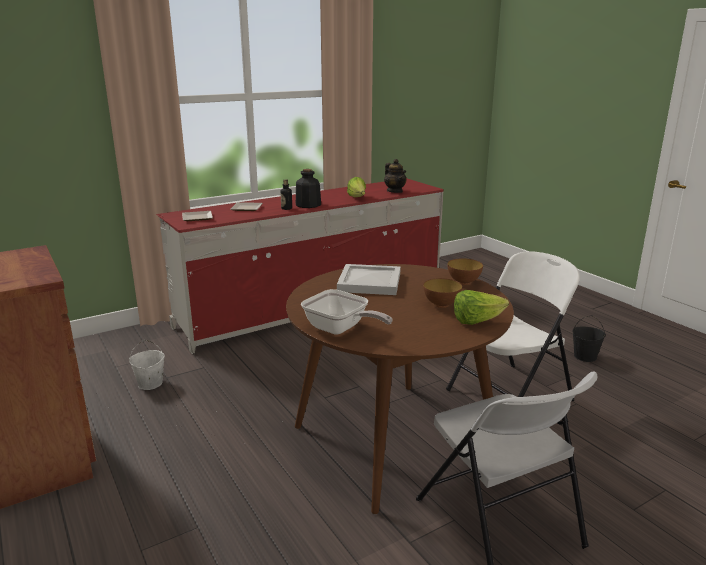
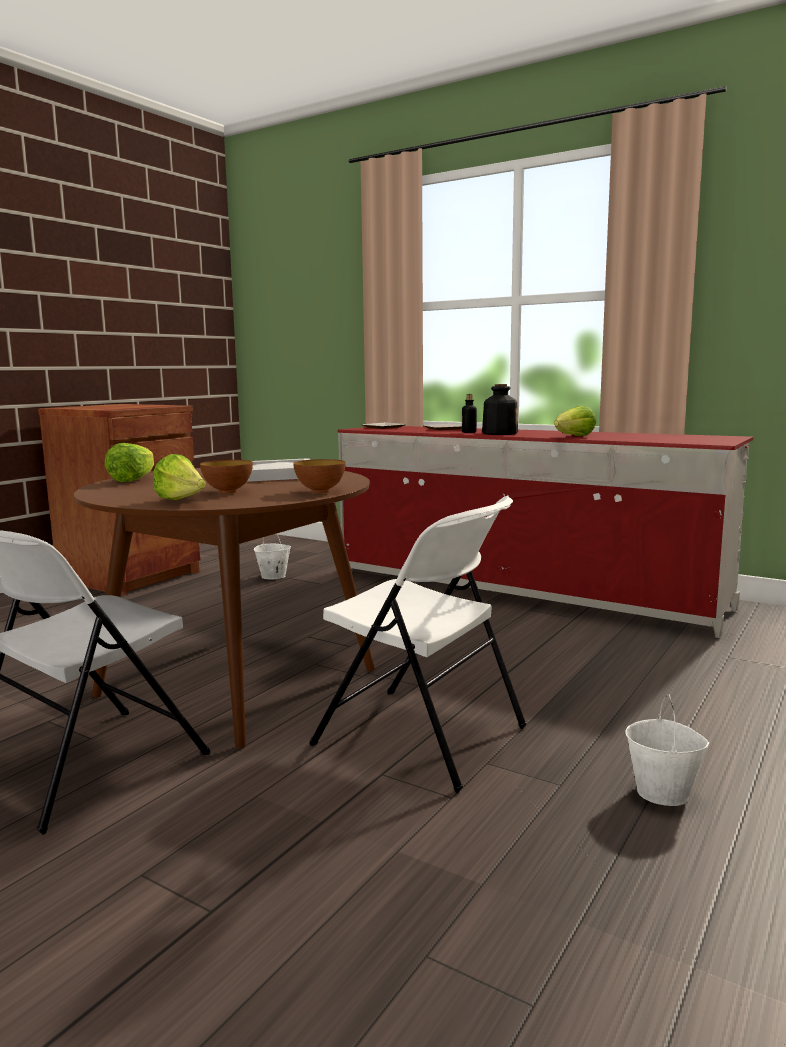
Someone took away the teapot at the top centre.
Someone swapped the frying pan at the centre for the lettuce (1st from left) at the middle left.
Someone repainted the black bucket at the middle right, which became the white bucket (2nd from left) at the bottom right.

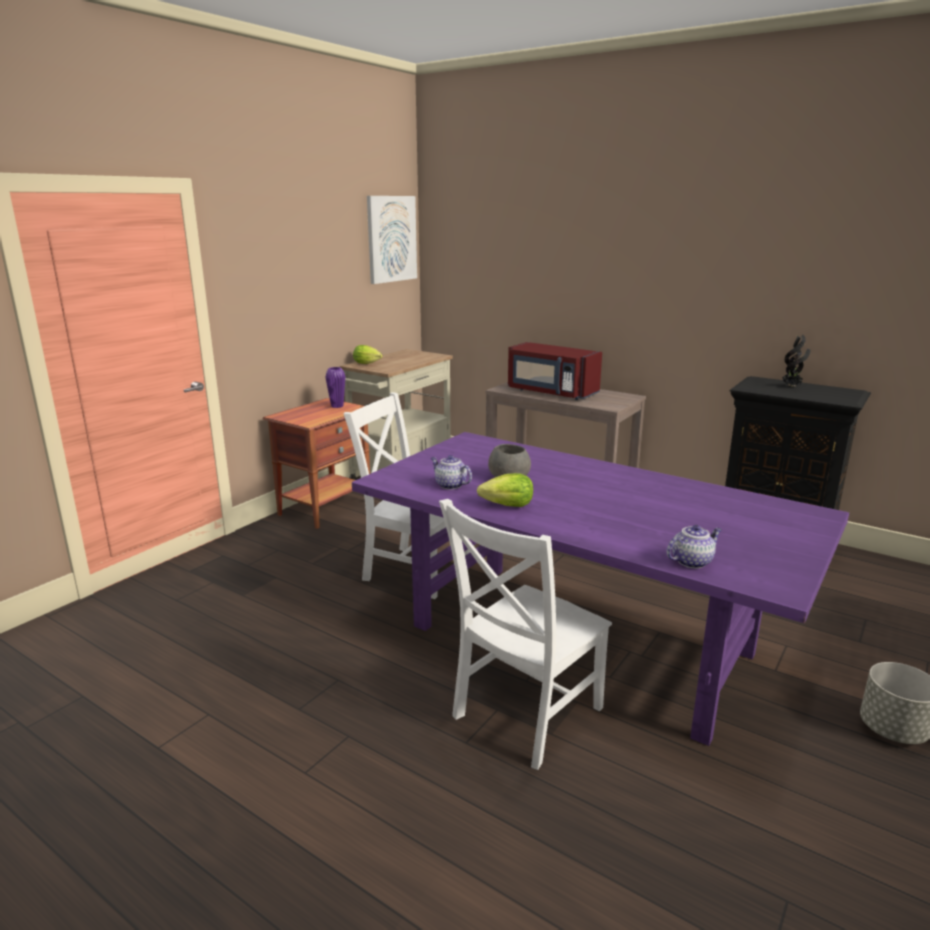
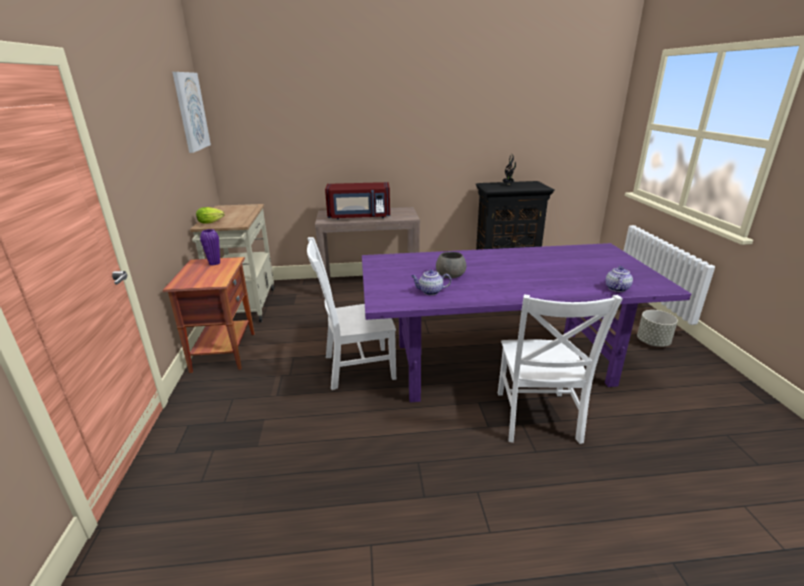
Someone took away the lettuce (2nd from left) at the centre.

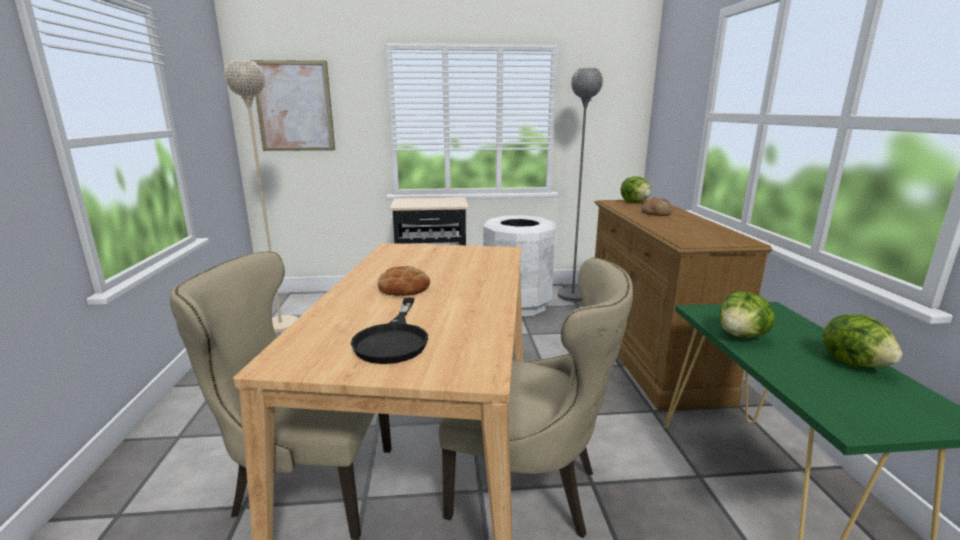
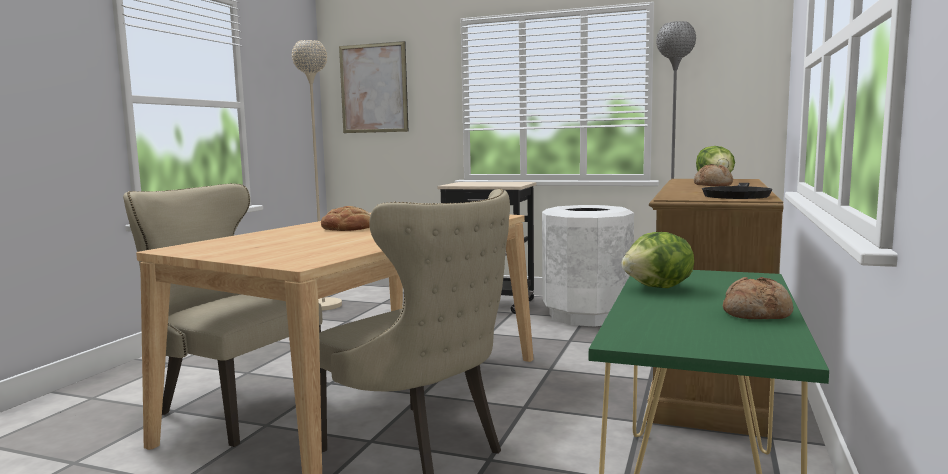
Someone carried the black frying pan from the centre to the middle right.
Someone swapped the lettuce (3rd from left) at the middle right for the bread (3rd from left) at the middle right.

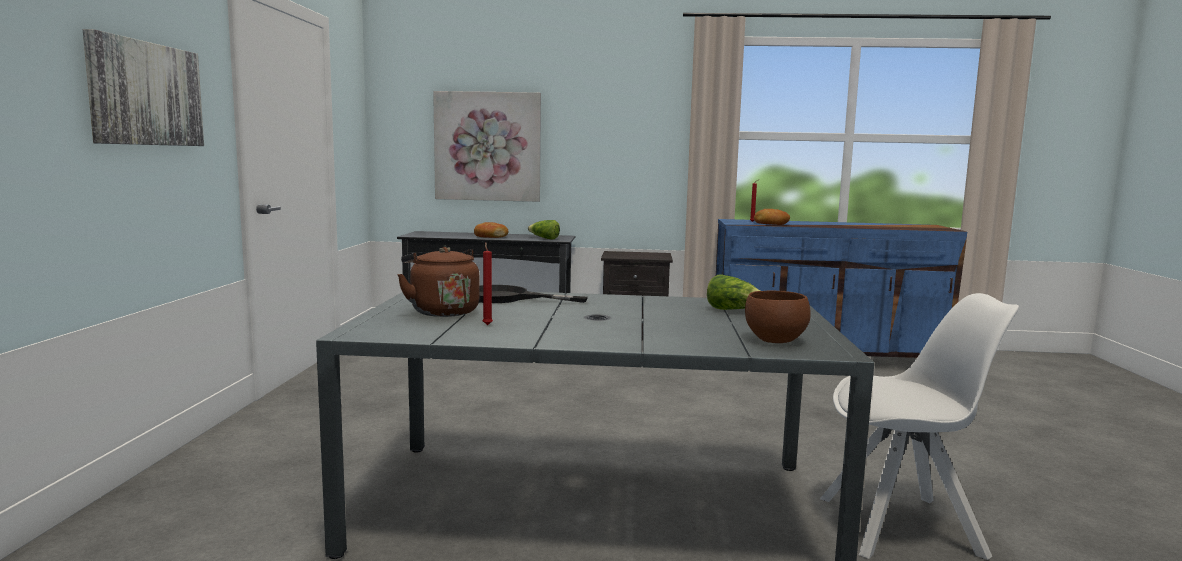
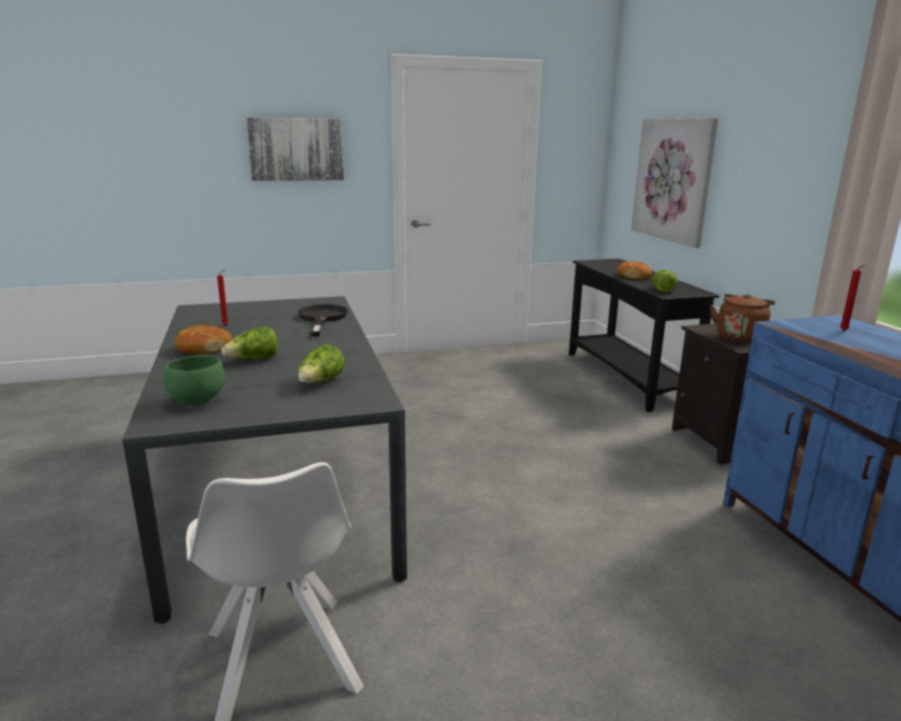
Someone put down the lettuce (1st from left) at the middle left.
Someone carried the brown kettle from the centre to the middle right.
Someone carried the bread (2nd from left in the first image) from the centre to the middle left.
Someone repainted the brown bowl at the centre, which became the green bowl at the middle left.

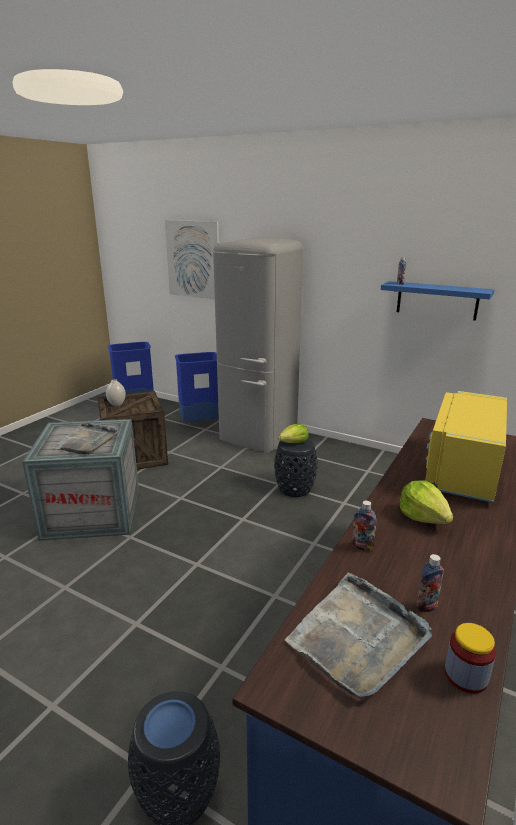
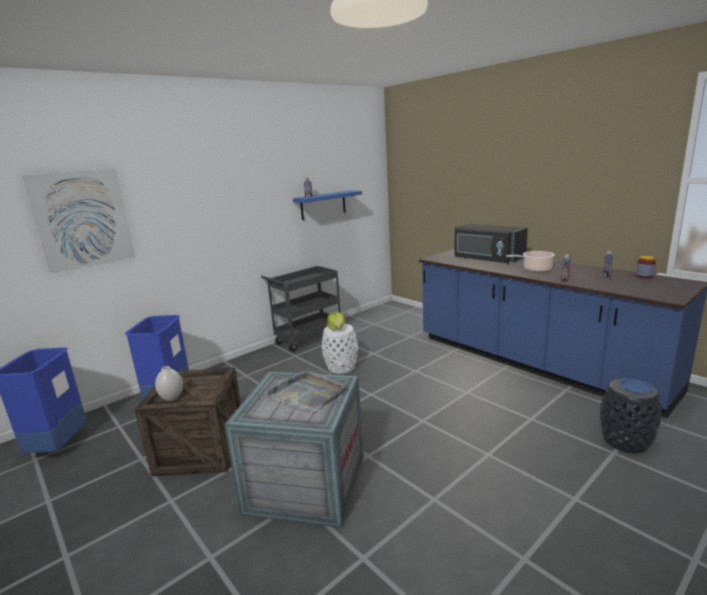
Someone took away the grey fridge at the centre.
Someone took away the grey tray (2nd from left) at the bottom right.
Someone put down the grey cart at the centre.
Someone swapped the lettuce (2nd from left) at the middle right for the cooking pot at the middle right.
Someone repainted the black stool (2nd from left) at the centre, which became the white stool at the centre.
Someone repainted the yellow microwave at the middle right, which became the black microwave at the middle right.

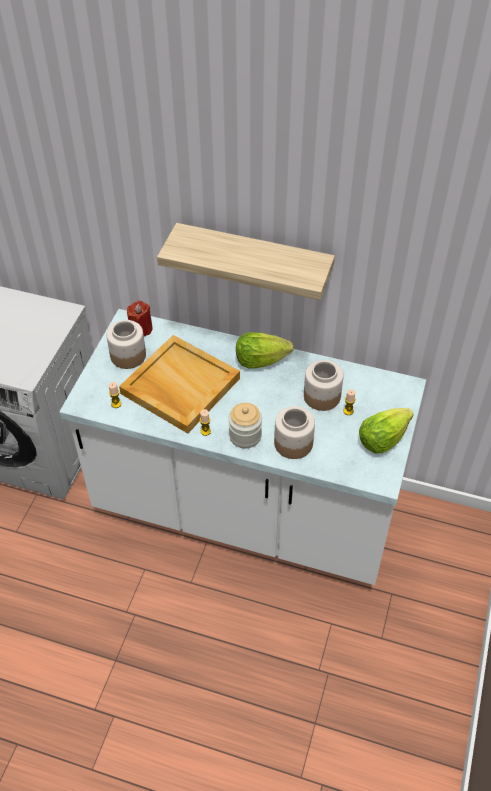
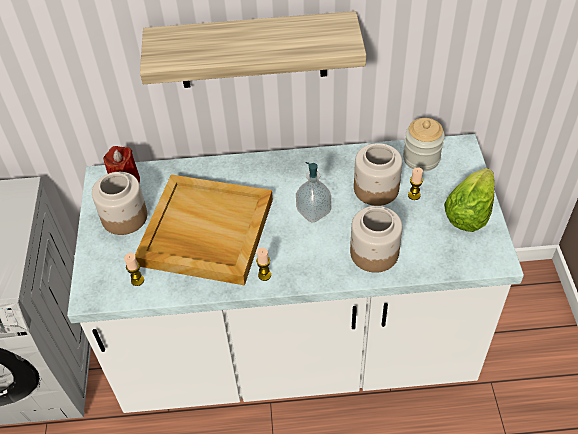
Someone took away the lettuce (1st from left) at the centre.
Someone put down the soap dispenser at the centre.
Someone carried the jar (2nd from left in the first image) from the centre to the top right.

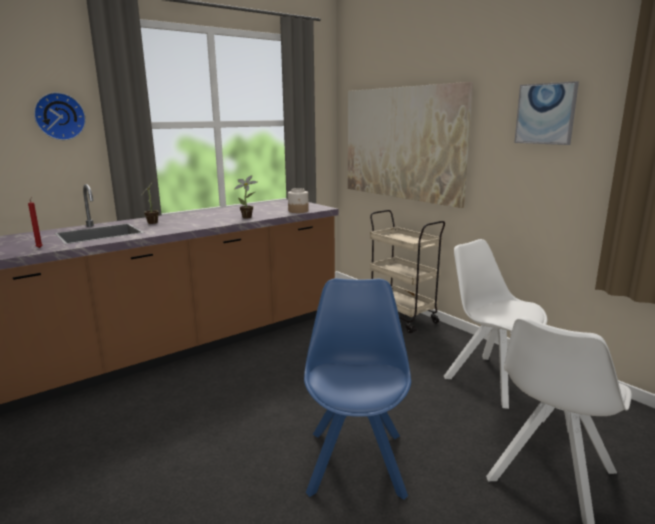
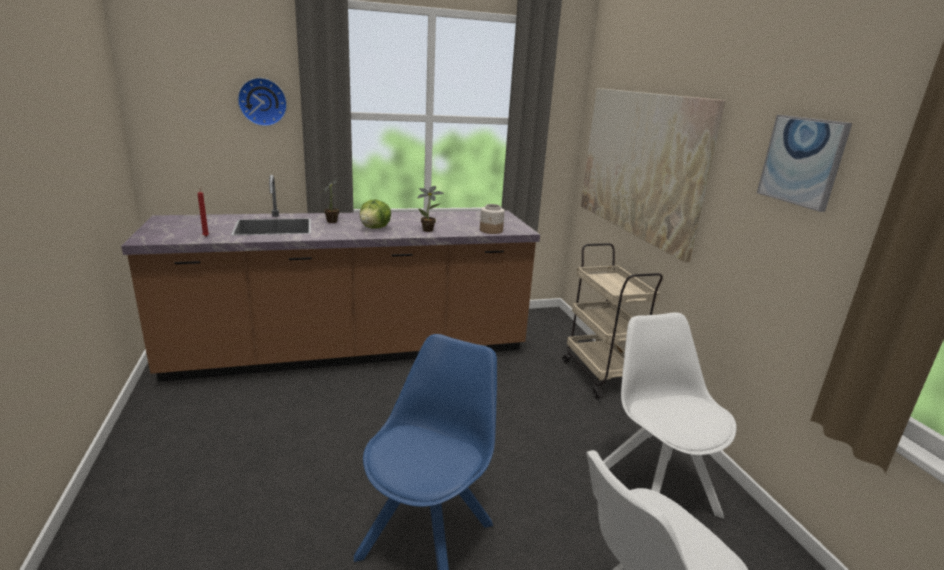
Someone put down the lettuce at the centre.

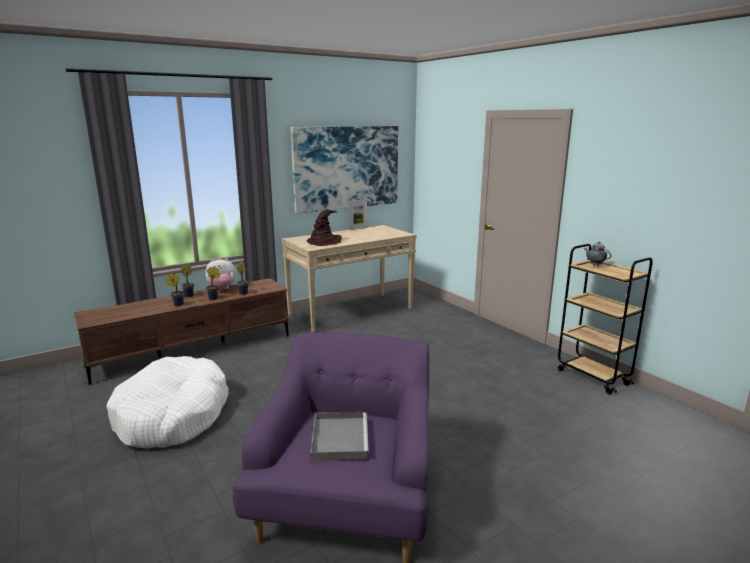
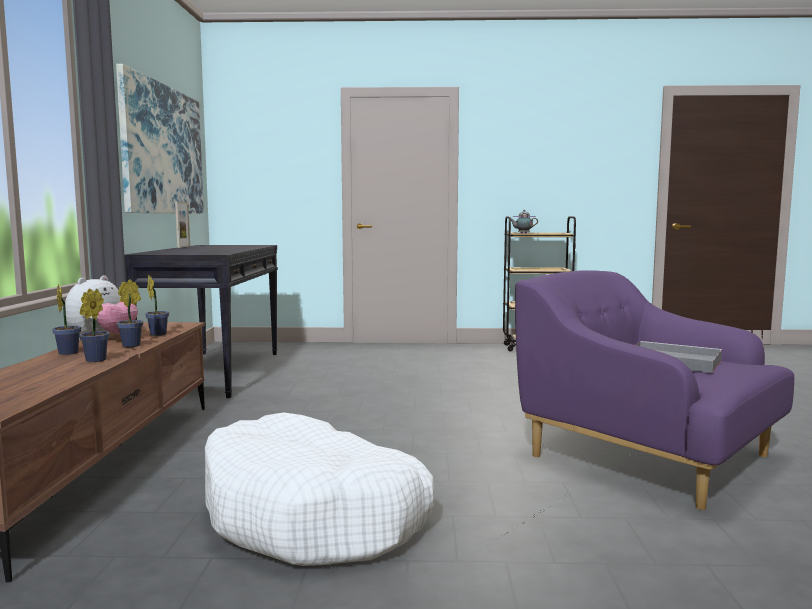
Someone took away the brown hat at the centre.
Someone repainted the beige console table at the centre, which became the black console table at the middle left.

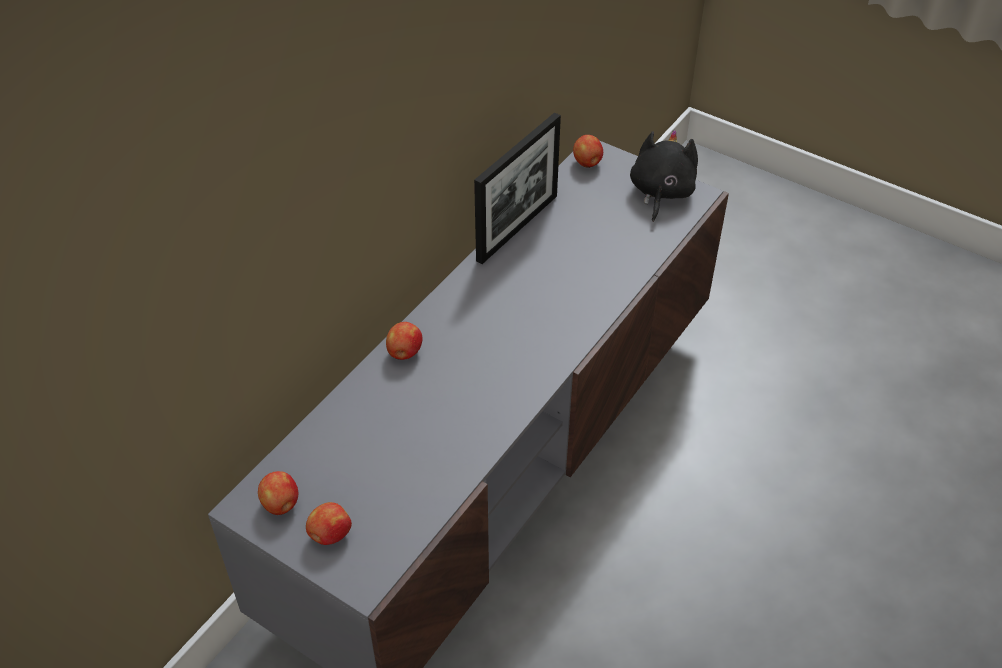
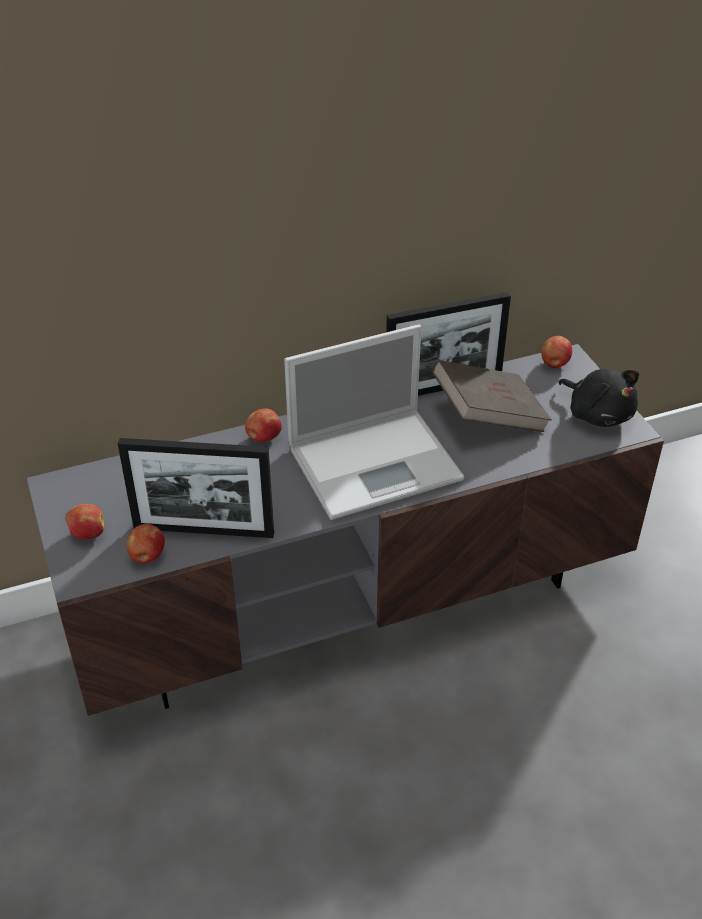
Someone put down the picture frame (1st from left) at the middle left.
Someone put down the laptop at the centre.
Someone put down the brown book at the middle right.
Someone carried the apple (1st from left in the first image) from the bottom left to the middle left.
Someone rotated the black plush toy at the top centre by 90 degrees clockwise.

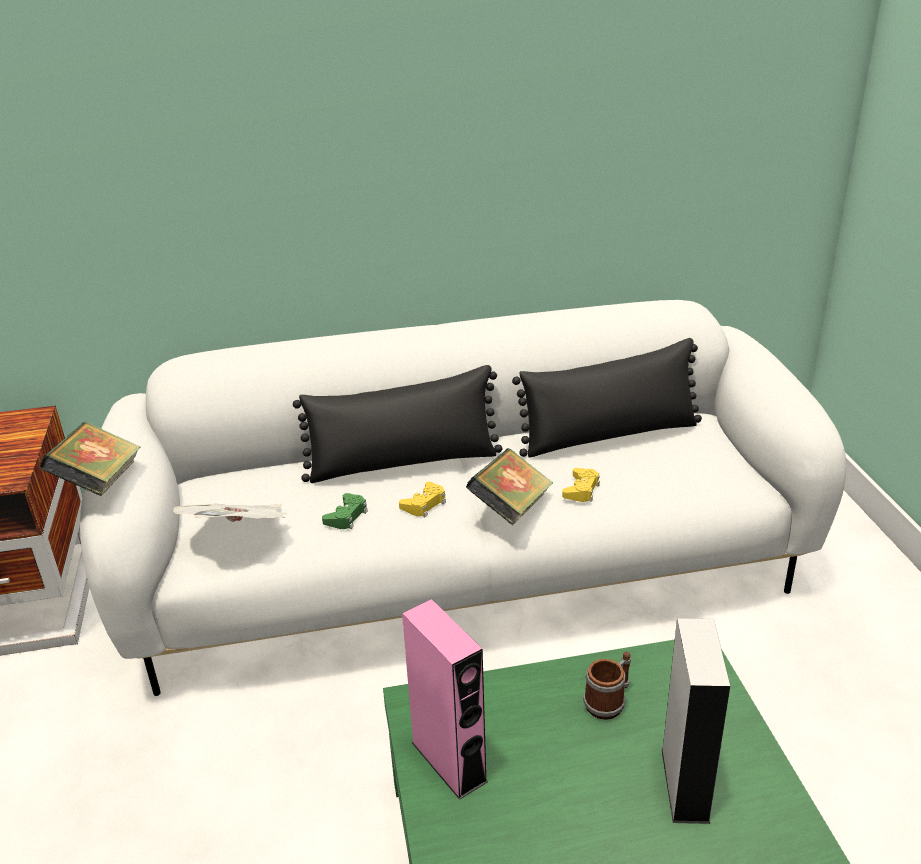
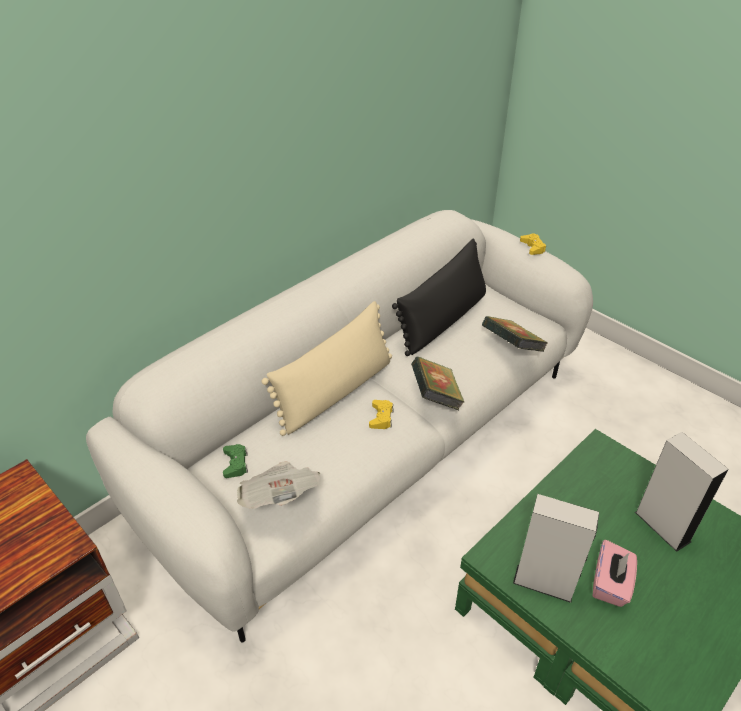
Someone took away the mug at the bottom centre.
Someone put down the pink tissue box at the bottom right.
Someone carried the book (1st from left in the first image) from the middle left to the middle right.
Someone carried the green game controller from the centre to the middle left.
Someone carried the yellow game controller (2nd from left) from the centre to the middle right.
Someone repainted the black pillow (1st from left) at the centre, which became the beige pillow at the centre.
Someone repainted the pink speaker at the bottom centre, which became the grey speaker (1st from left) at the bottom right.

